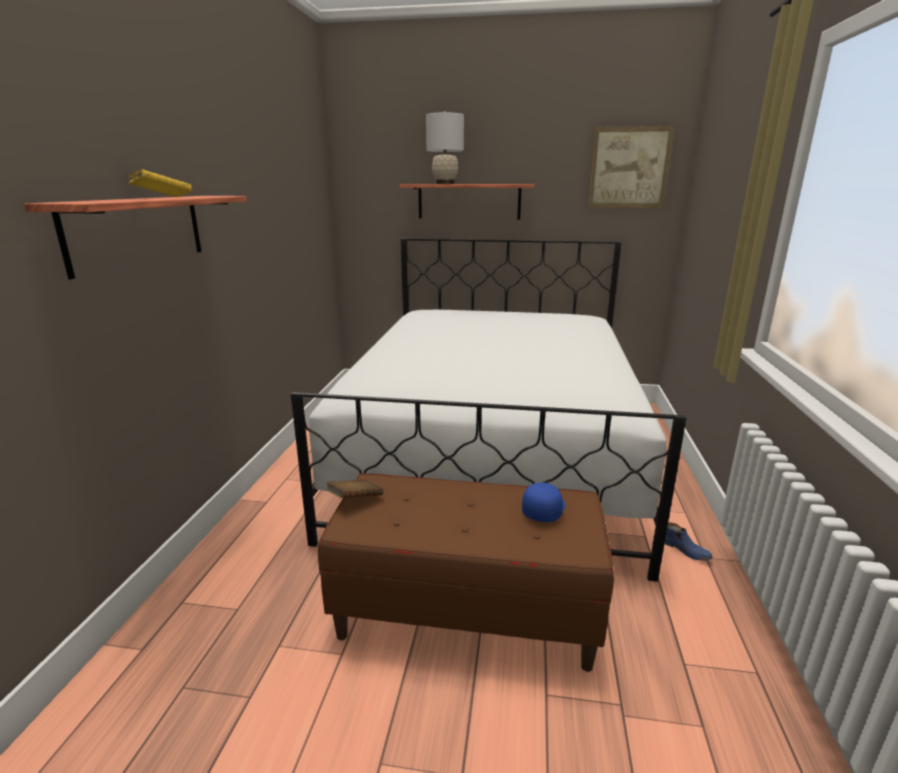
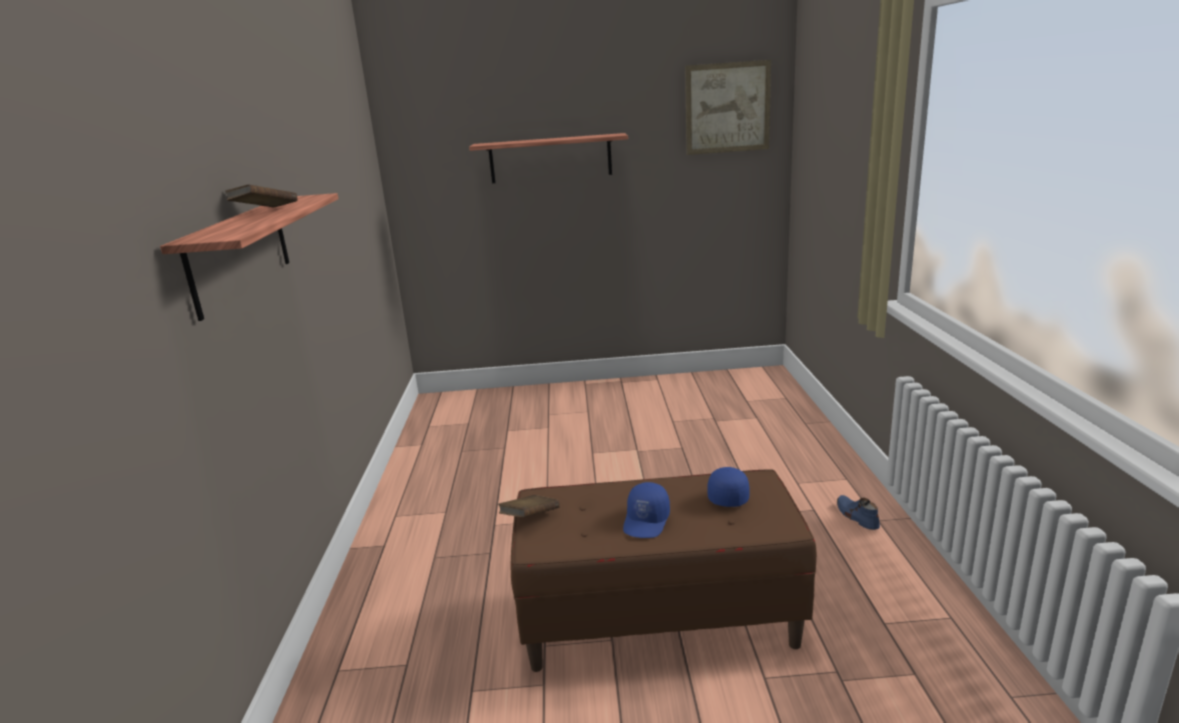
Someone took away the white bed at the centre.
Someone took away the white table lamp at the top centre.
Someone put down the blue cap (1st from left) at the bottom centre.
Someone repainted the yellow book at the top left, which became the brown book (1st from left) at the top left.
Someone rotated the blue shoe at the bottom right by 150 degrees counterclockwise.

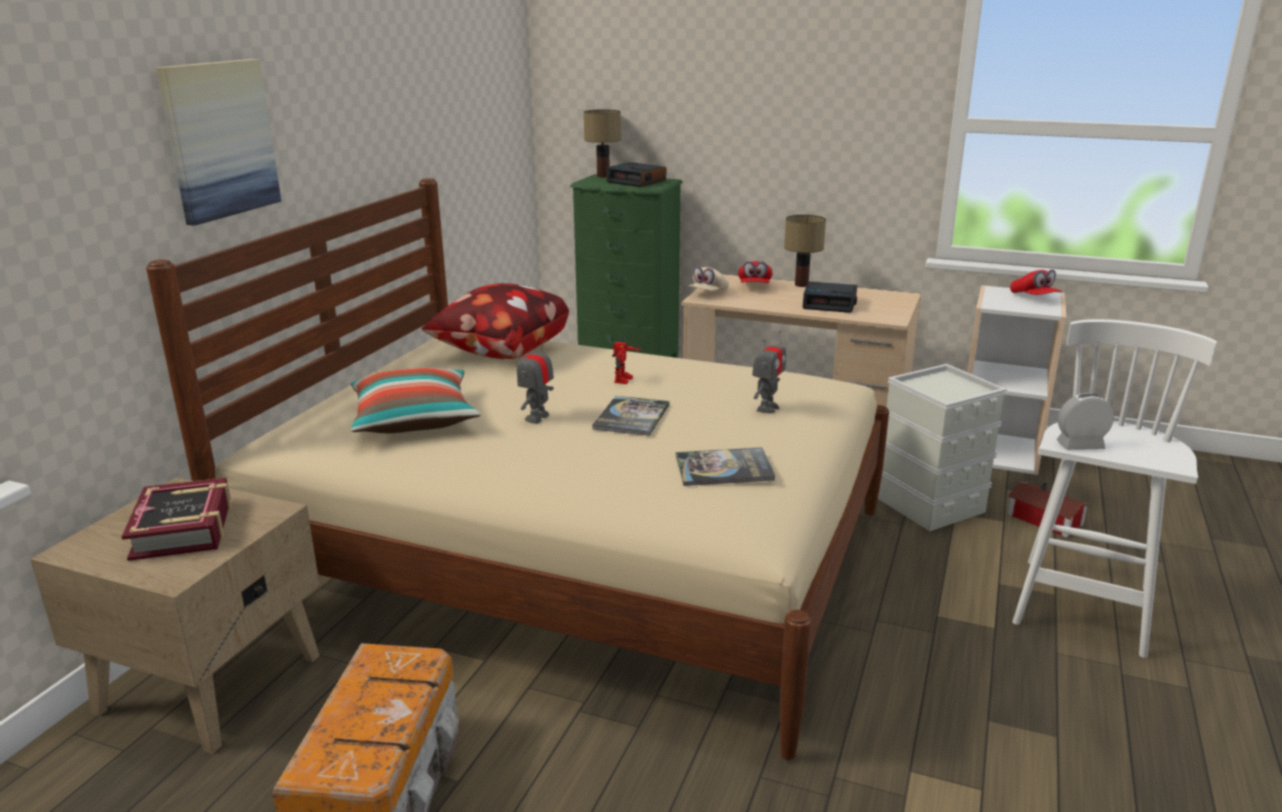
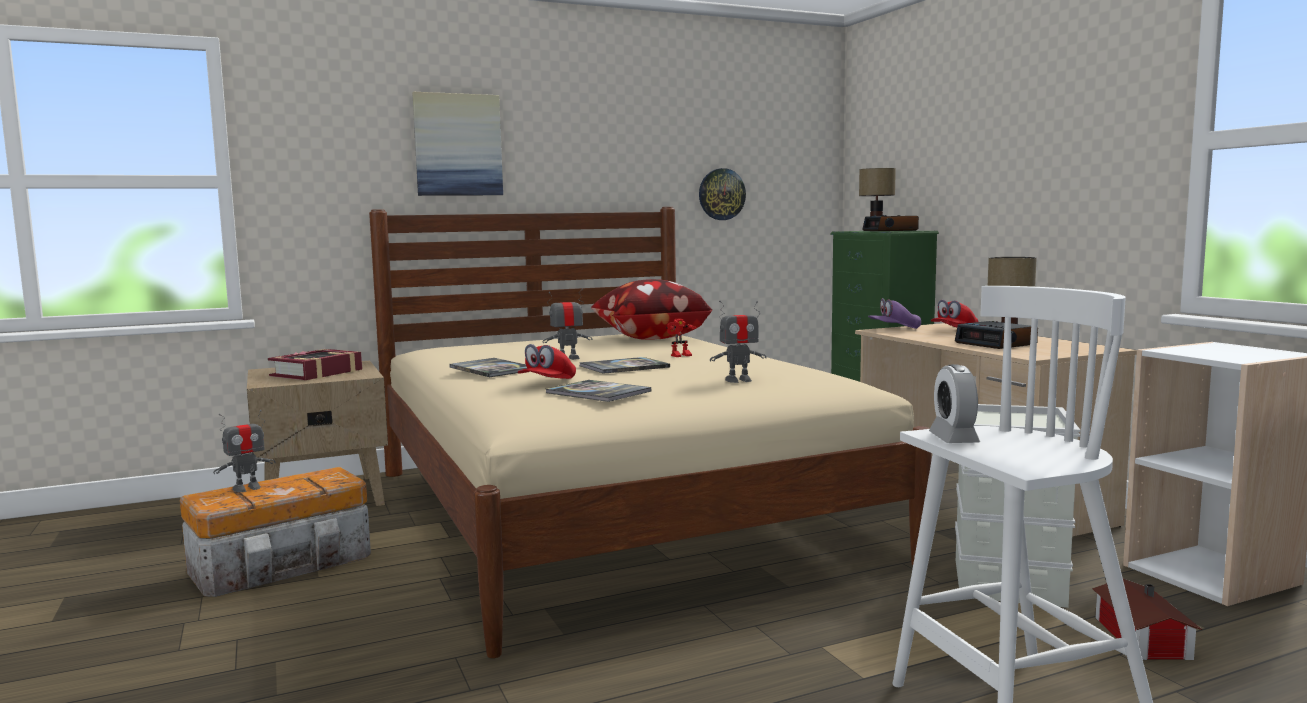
Someone took away the pillow (1st from left) at the middle left.
Someone put down the toy robot (1st from left) at the middle left.
Someone put down the book (2nd from left) at the centre.
Someone put up the wall clock at the top centre.
Someone carried the red cap (2nd from left in the first image) from the middle right to the centre.
Someone repainted the beige cap at the centre, which became the purple cap at the middle right.
Someone rotated the alarm clock (3rd from left in the first image) at the middle right by 135 degrees counterclockwise.

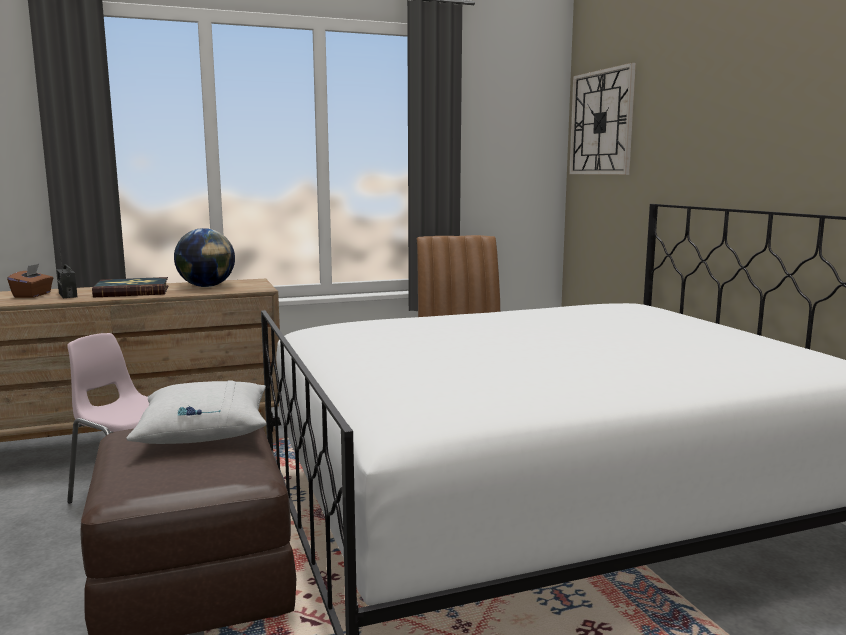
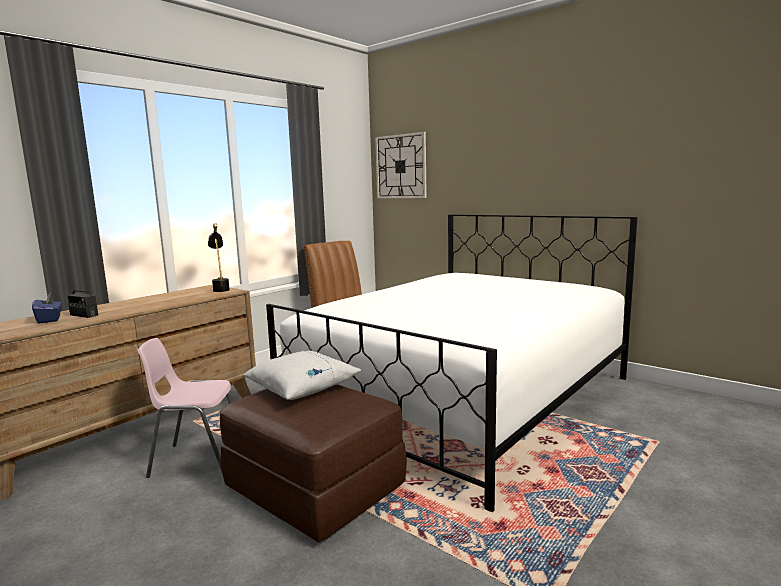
Someone took away the book at the middle left.
Someone took away the globe at the middle left.
Someone put down the black table lamp at the middle left.
Someone repainted the brown tissue box at the middle left, which became the blue tissue box at the middle left.

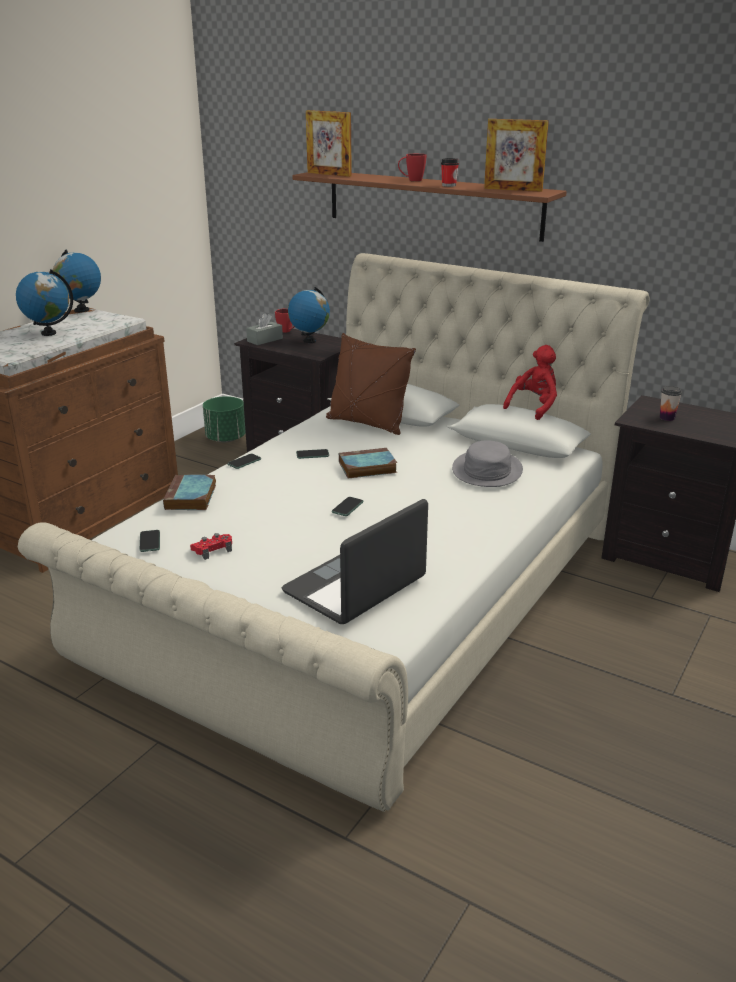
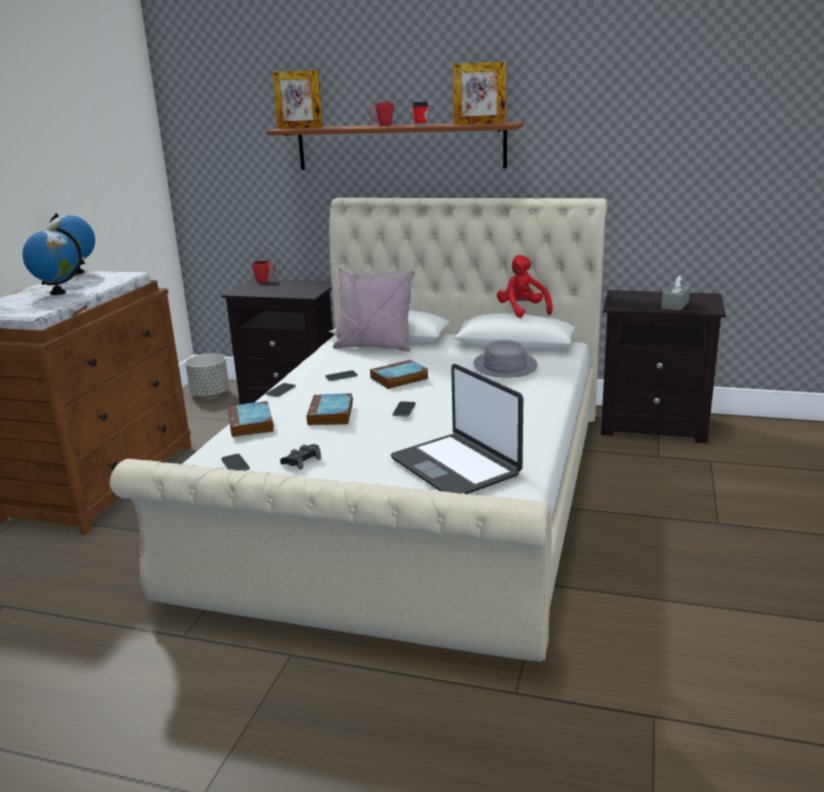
Someone took away the globe (3rd from left) at the top centre.
Someone took away the cup (2nd from left) at the middle right.
Someone put down the book (2nd from left) at the centre.
Someone carried the grey tissue box from the centre to the middle right.
Someone repainted the red game controller at the middle left, which became the black game controller at the centre.
Someone repainted the green planter at the middle left, which became the grey planter at the middle left.
Someone repainted the brown pillow at the centre, which became the purple pillow at the centre.
Someone rotated the laptop at the centre by 60 degrees counterclockwise.
Someone rotated the red plush toy at the middle right by 45 degrees counterclockwise.

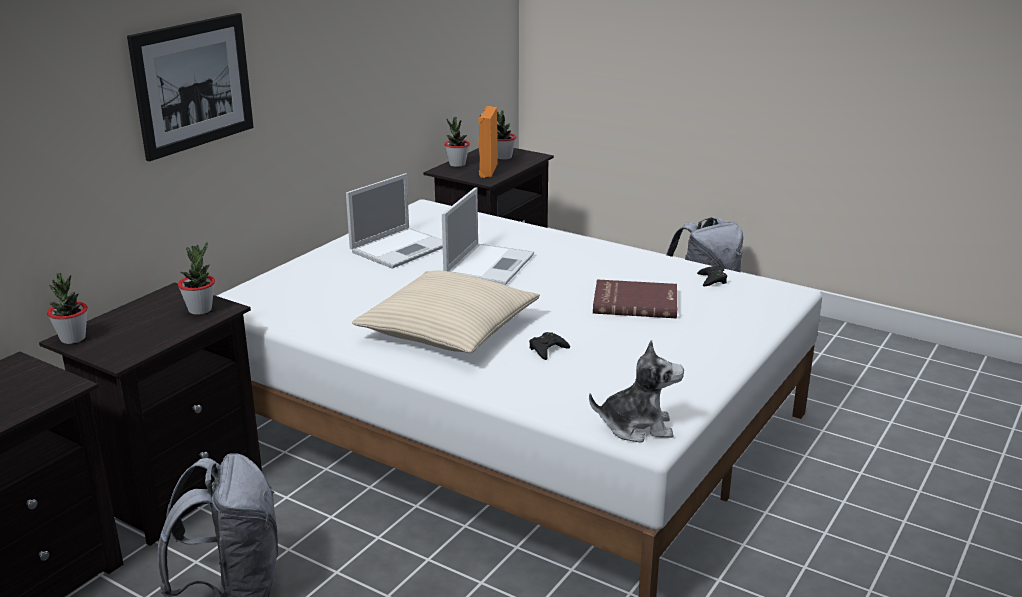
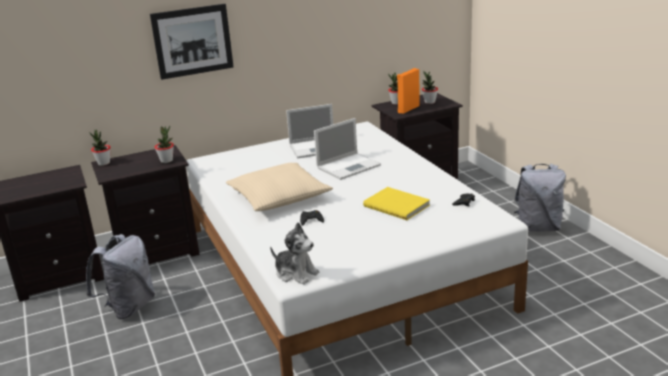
Someone repainted the red book at the centre, which became the yellow book at the centre.

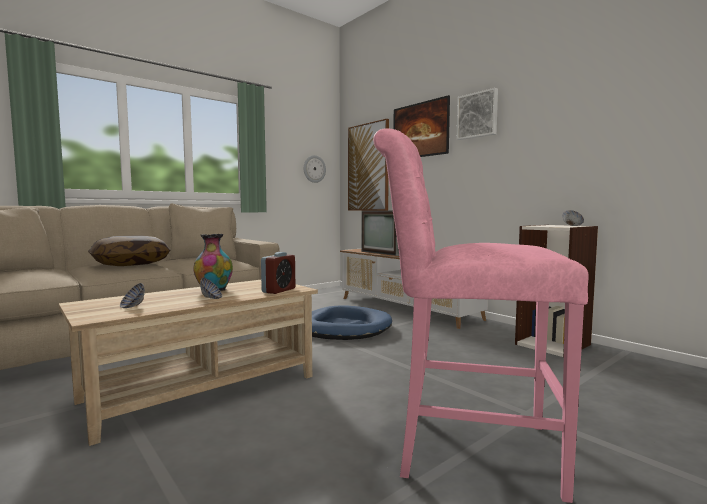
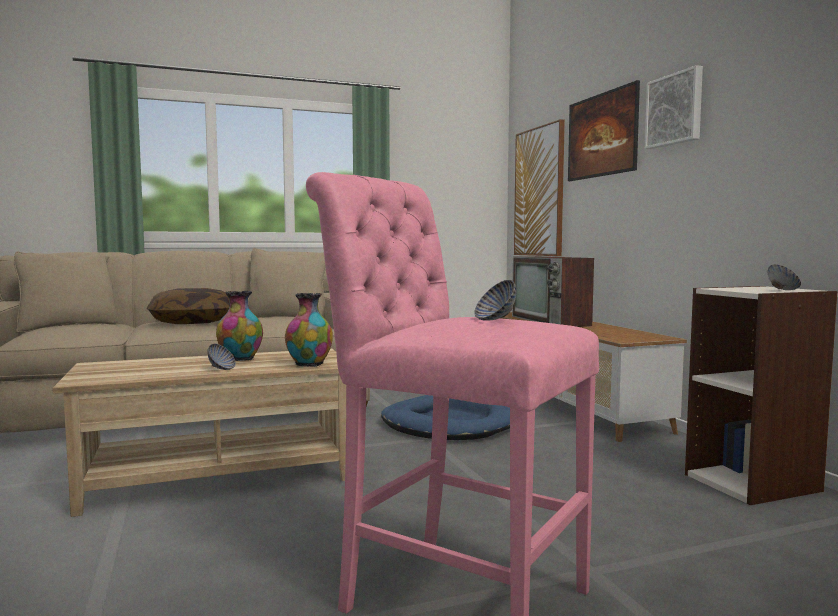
Someone took away the wall clock at the centre.
Someone carried the bowl (1st from left in the first image) from the middle left to the centre.
Someone swapped the alarm clock at the centre for the vase (2nd from left) at the centre.

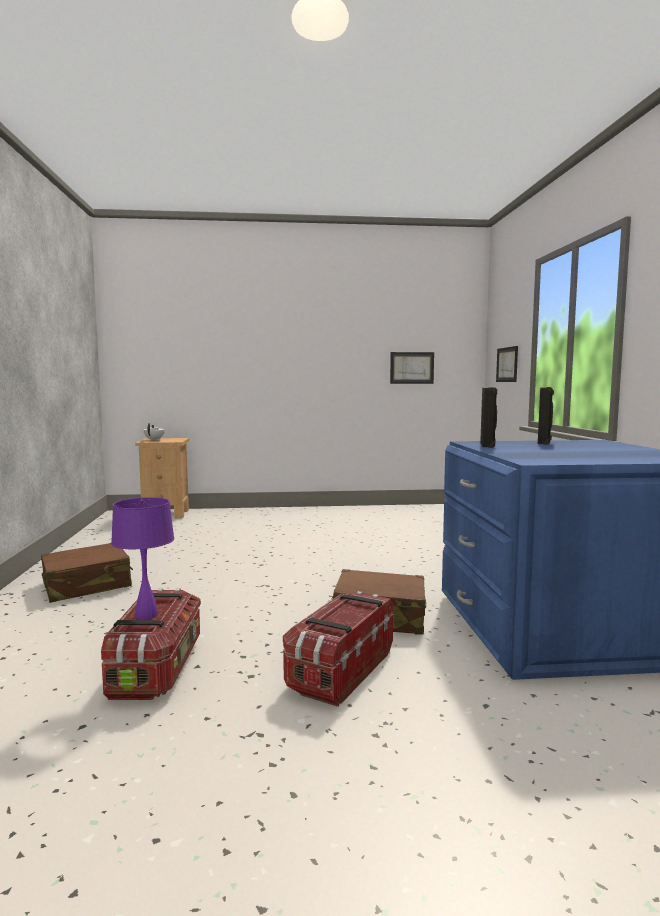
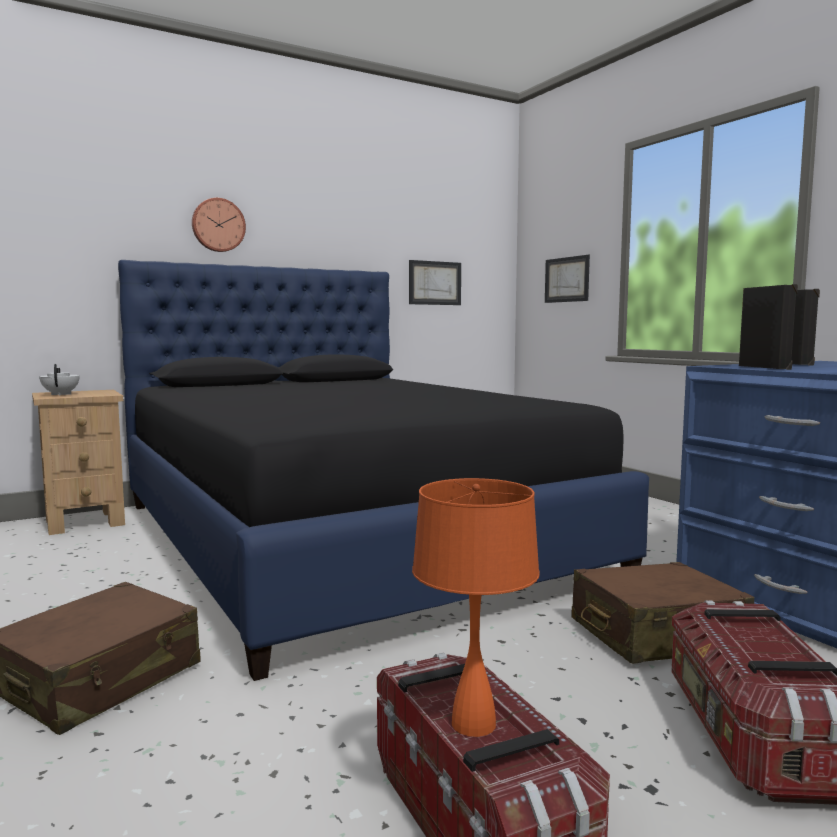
Someone put down the black bed at the centre.
Someone put up the wall clock at the top left.
Someone repainted the purple table lamp at the middle left, which became the orange table lamp at the bottom centre.

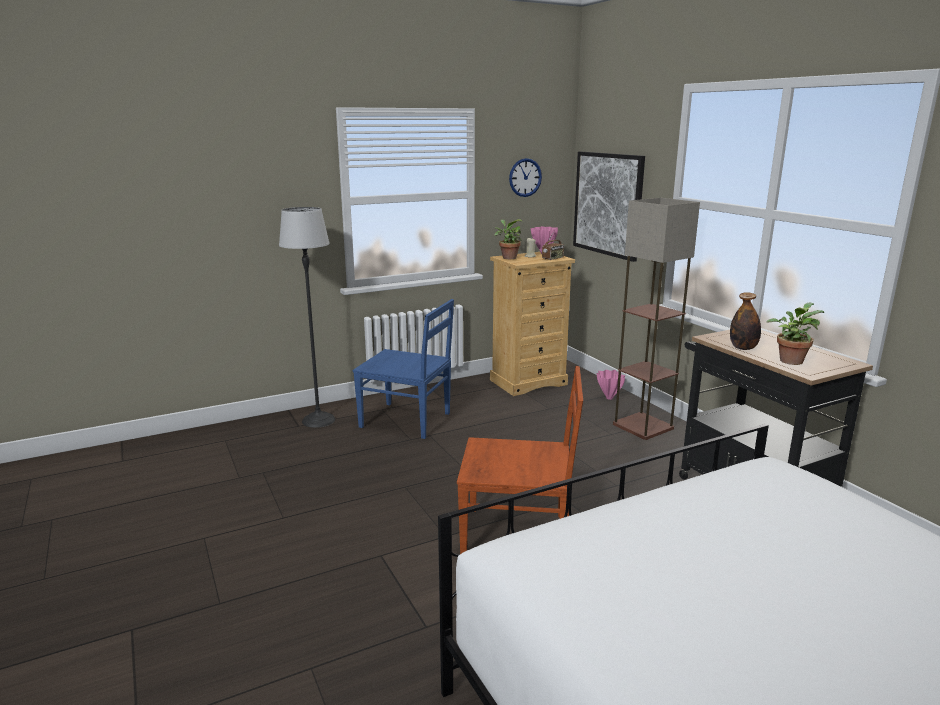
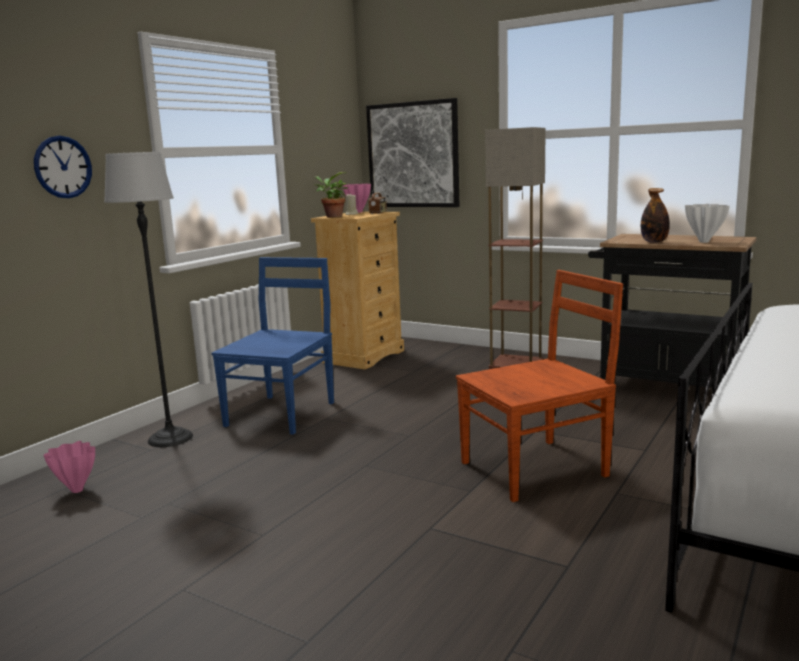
Someone carried the wall clock from the top centre to the top left.
Someone carried the pink vase (2nd from left in the first image) from the centre to the bottom left.
Someone swapped the potted plant (2nd from left) at the middle right for the white vase at the middle right.
Someone rotated the blue chair at the centre by 60 degrees counterclockwise.

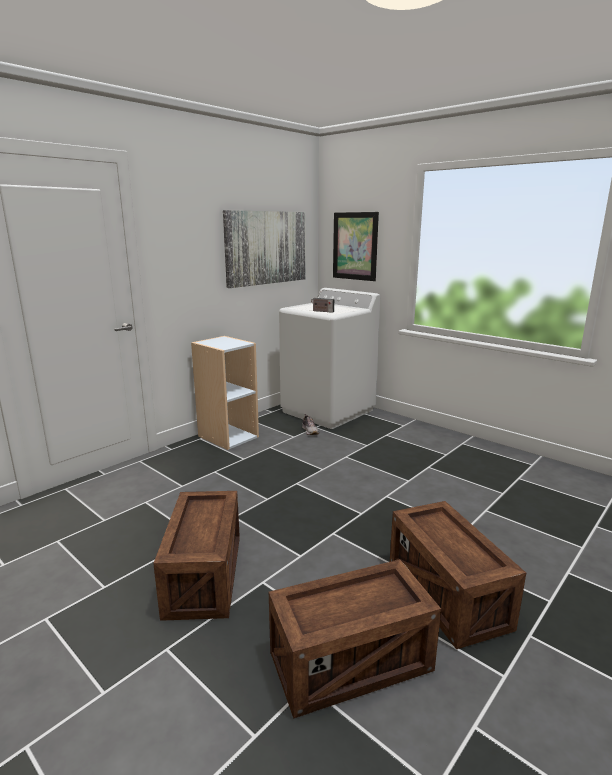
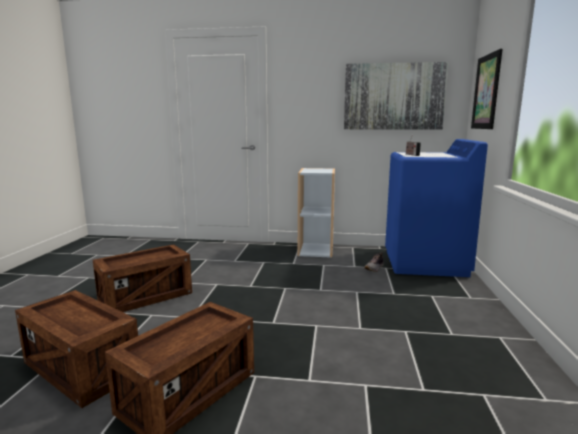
Someone repainted the white washing machine at the centre, which became the blue washing machine at the middle right.

